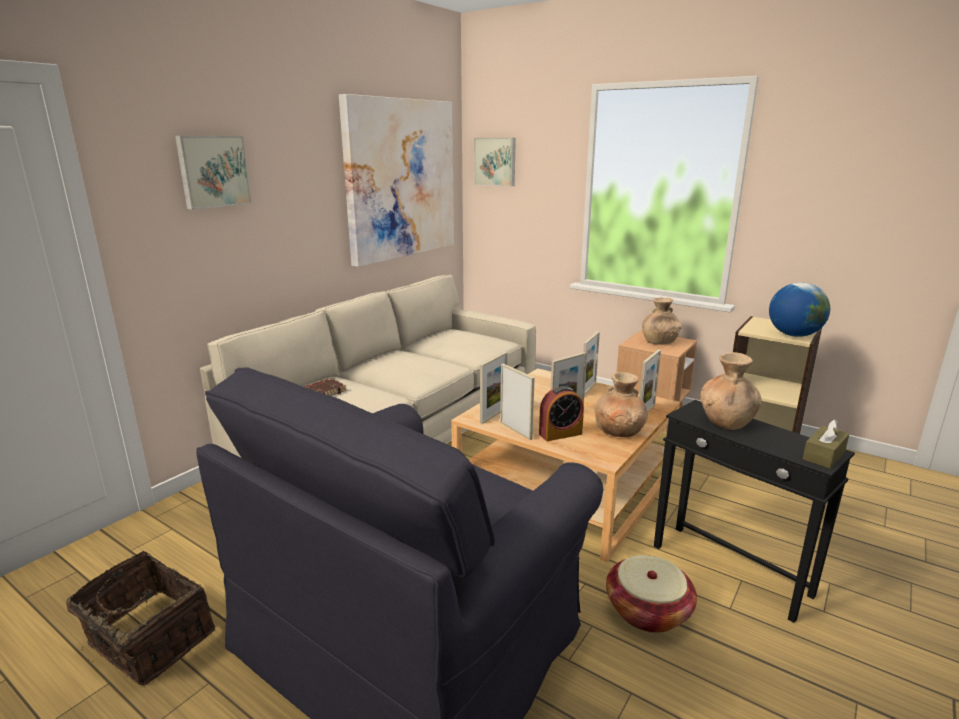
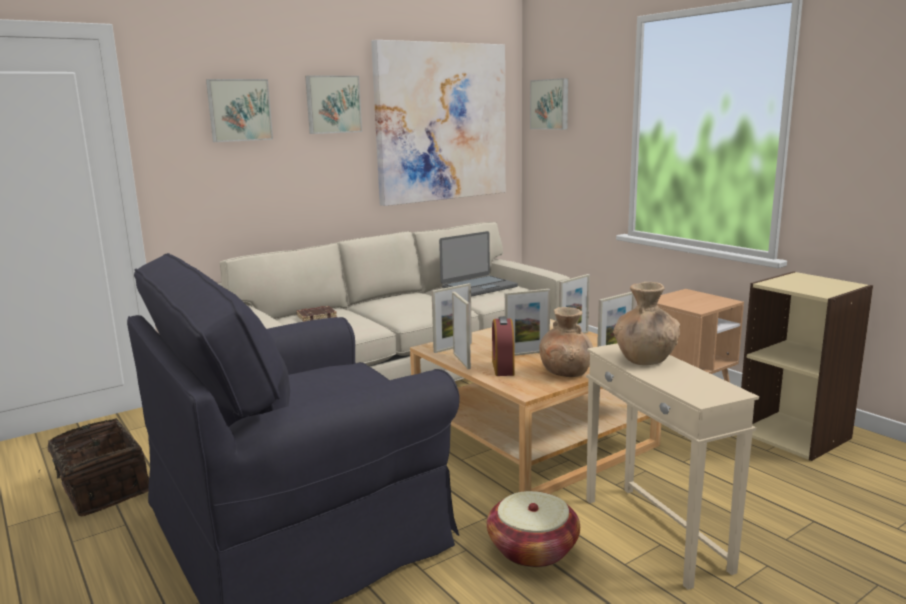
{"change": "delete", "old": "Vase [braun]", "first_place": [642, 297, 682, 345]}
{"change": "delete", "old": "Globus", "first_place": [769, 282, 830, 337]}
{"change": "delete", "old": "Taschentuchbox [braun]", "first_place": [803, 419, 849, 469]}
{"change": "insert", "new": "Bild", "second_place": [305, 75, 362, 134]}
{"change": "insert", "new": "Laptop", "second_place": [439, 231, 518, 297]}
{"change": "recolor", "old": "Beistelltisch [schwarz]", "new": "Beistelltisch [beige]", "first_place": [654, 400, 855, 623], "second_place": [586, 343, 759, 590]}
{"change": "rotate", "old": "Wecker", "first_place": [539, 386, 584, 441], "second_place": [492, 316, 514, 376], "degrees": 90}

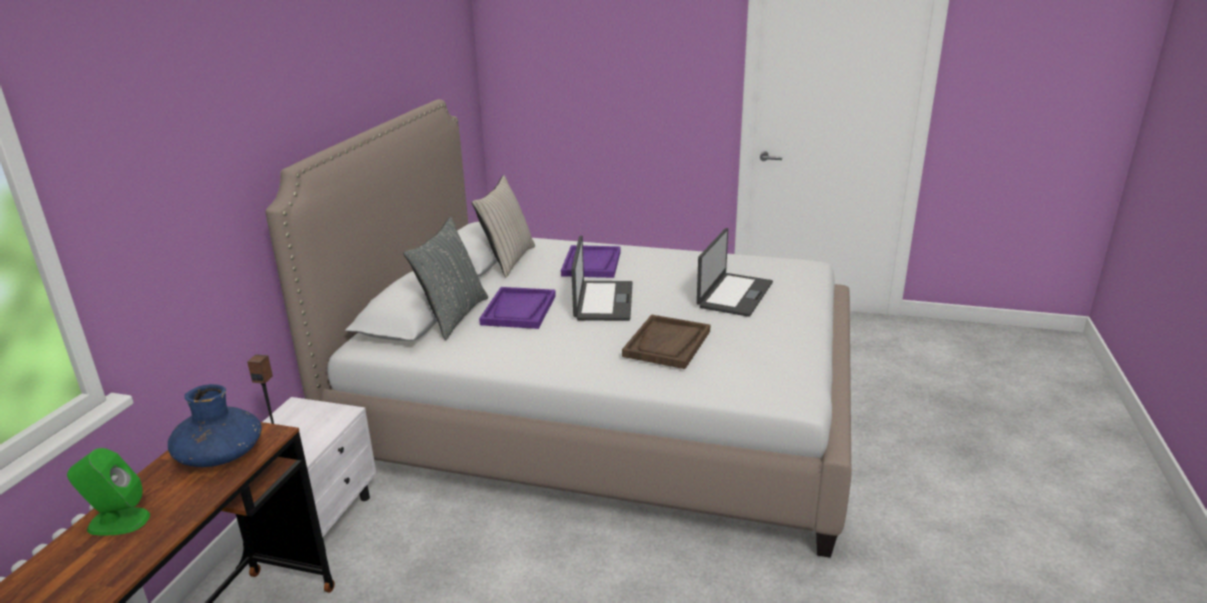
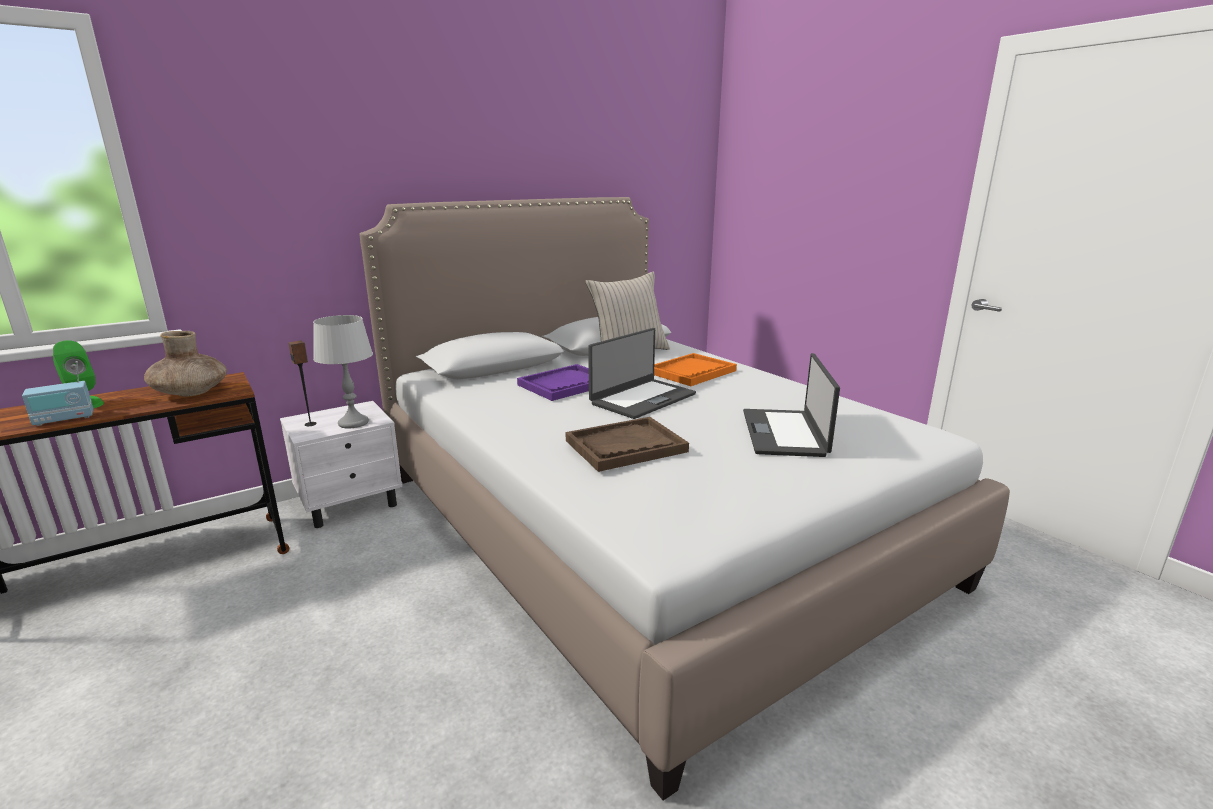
{"change": "delete", "old": "Kissen [grau]", "first_place": [403, 217, 488, 340]}
{"change": "insert", "new": "Radio", "second_place": [22, 361, 94, 426]}
{"change": "insert", "new": "Tischlampe [grau]", "second_place": [313, 315, 373, 429]}
{"change": "recolor", "old": "Vase [blau]", "new": "Vase [braun]", "first_place": [168, 384, 262, 467], "second_place": [144, 331, 227, 397]}
{"change": "recolor", "old": "Tablett [lila]", "new": "Tablett [orange]", "first_place": [561, 245, 621, 278], "second_place": [654, 353, 737, 386]}
{"change": "rotate", "old": "Laptop", "first_place": [697, 228, 773, 317], "second_place": [743, 353, 840, 457], "degrees": 120}

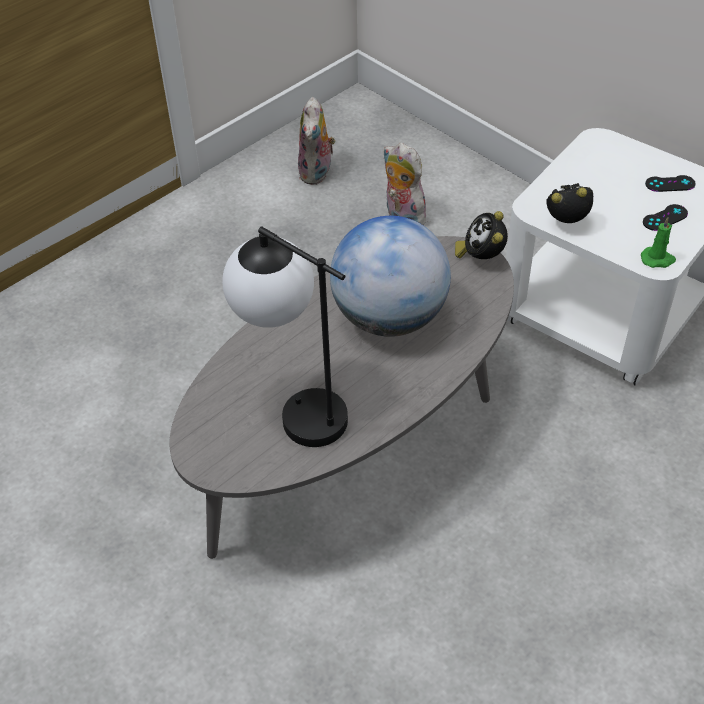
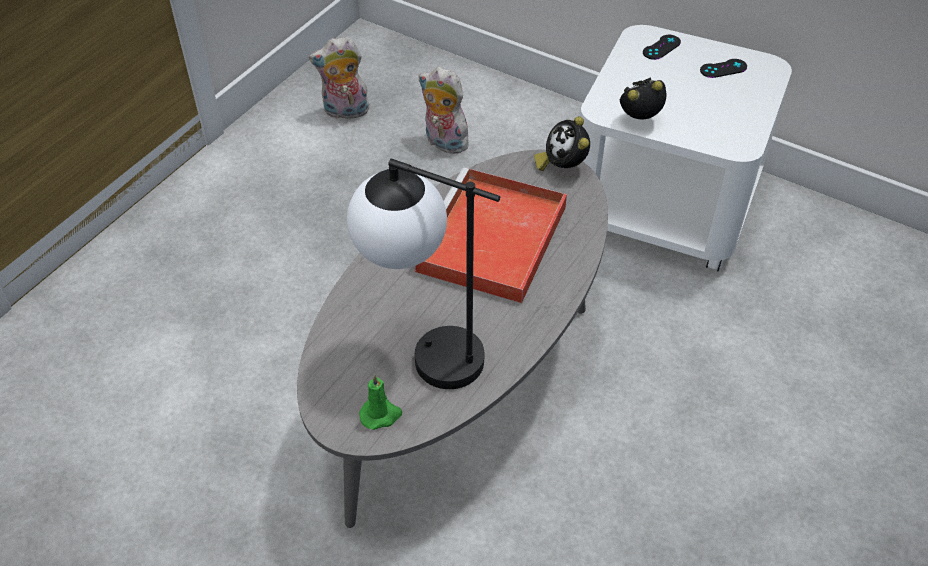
{"change": "move", "old": "Kerze [grün]", "first_place": [641, 217, 676, 268], "second_place": [359, 375, 402, 430]}
{"change": "move", "old": "Gamepad [schwarz]", "first_place": [643, 204, 688, 231], "second_place": [643, 35, 681, 60]}
{"change": "replace", "old": "Globus", "new": "Tablett [rot]", "first_place": [330, 216, 451, 337], "second_place": [414, 168, 567, 303]}
{"change": "rotate", "old": "Plüschtier", "first_place": [298, 97, 336, 185], "second_place": [309, 37, 370, 119], "degrees": 90}

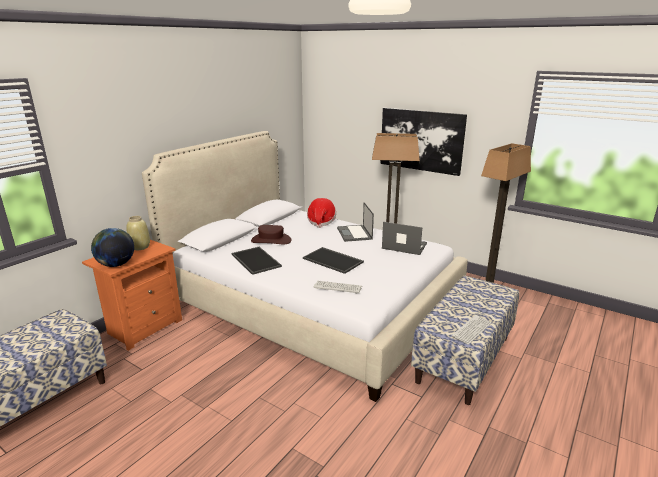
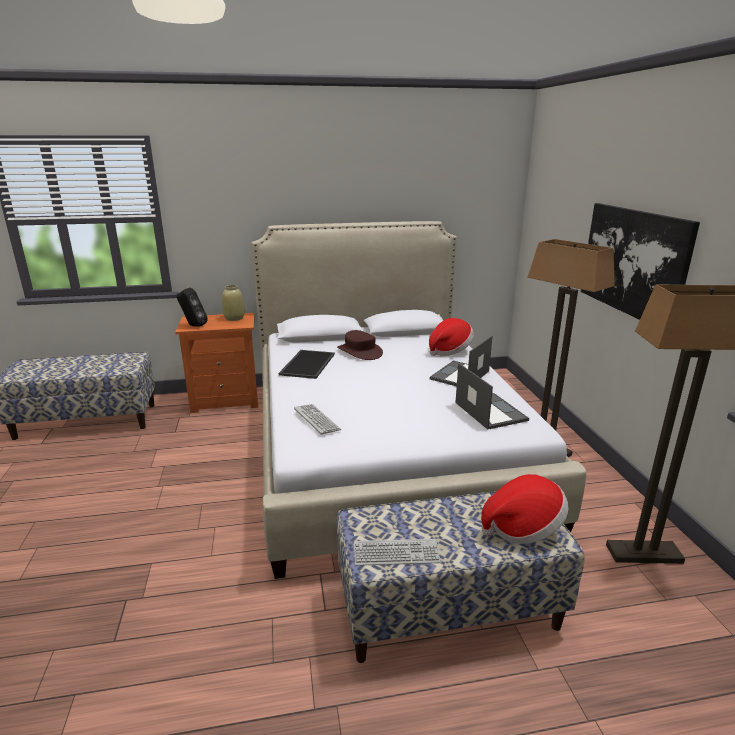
{"change": "delete", "old": "Tablett", "first_place": [303, 247, 364, 274]}
{"change": "insert", "new": "Hut", "second_place": [481, 474, 569, 544]}
{"change": "replace", "old": "Globus", "new": "Lautsprecher [schwarz]", "first_place": [91, 228, 134, 267], "second_place": [177, 288, 208, 327]}

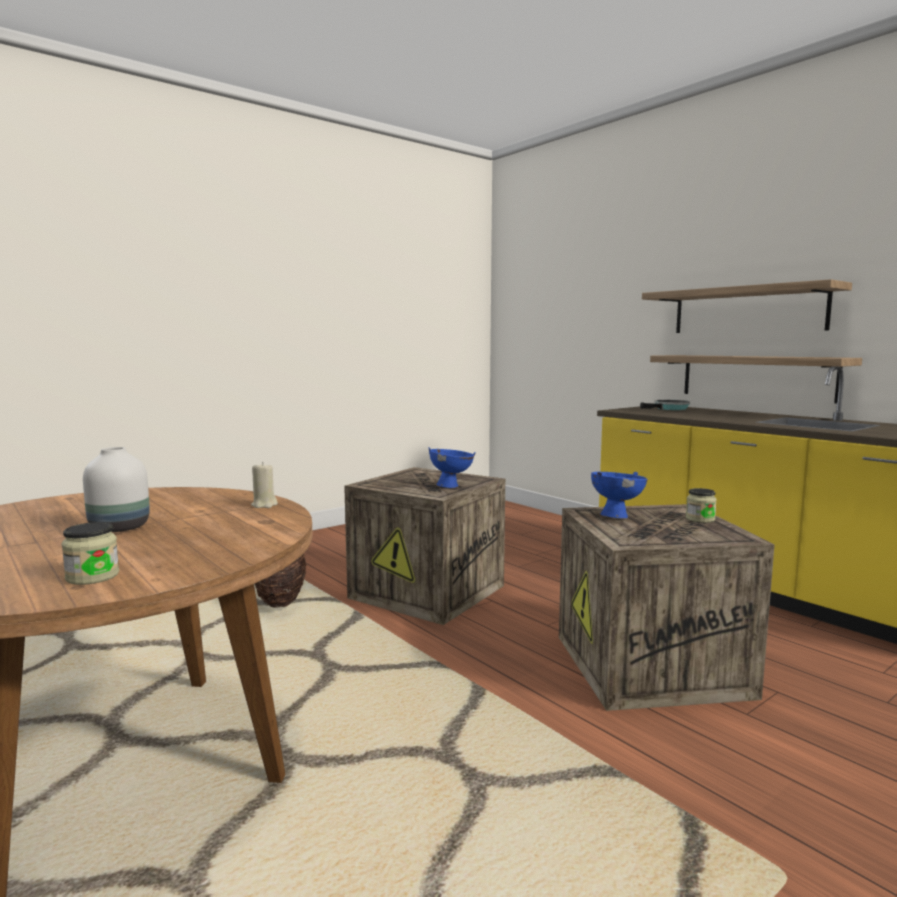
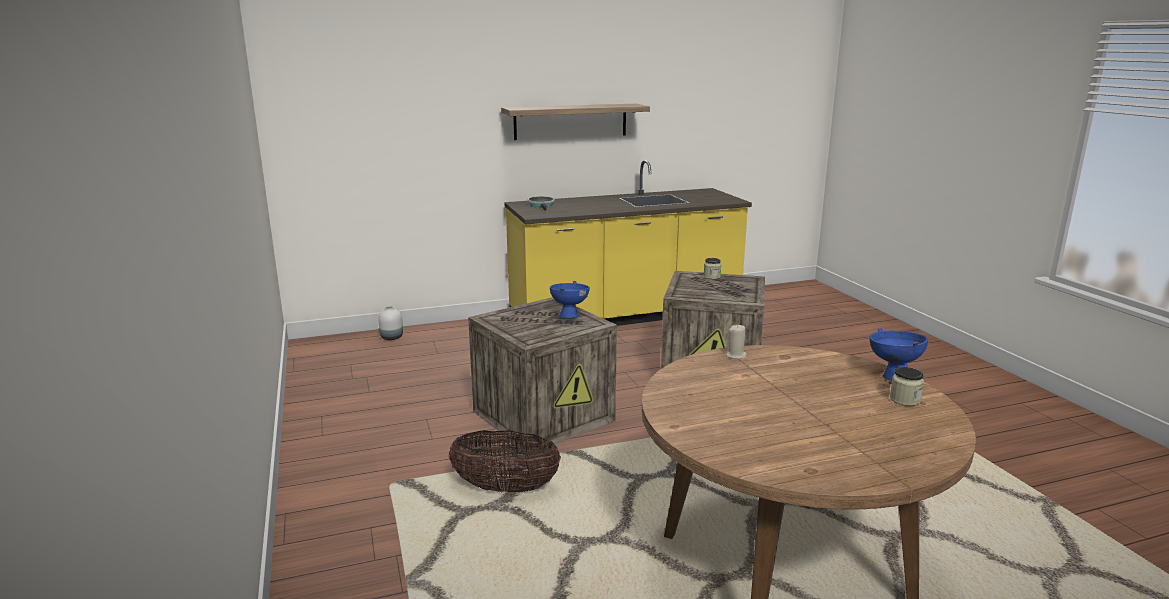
{"change": "delete", "old": "Wandregal", "first_place": [650, 355, 862, 403]}
{"change": "move", "old": "Vase [weiß]", "first_place": [83, 447, 150, 532], "second_place": [378, 306, 403, 340]}
{"change": "move", "old": "Schüssel [blau]", "first_place": [591, 472, 648, 518], "second_place": [870, 328, 928, 381]}

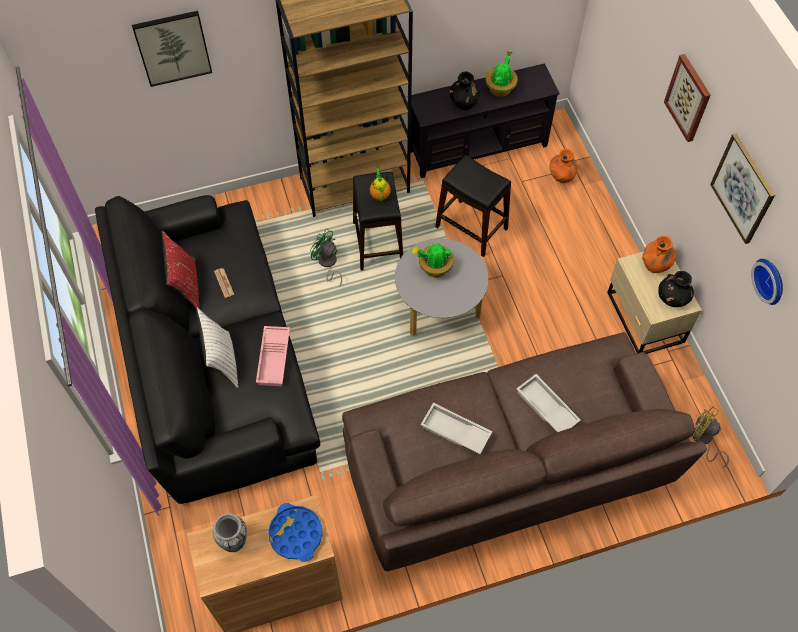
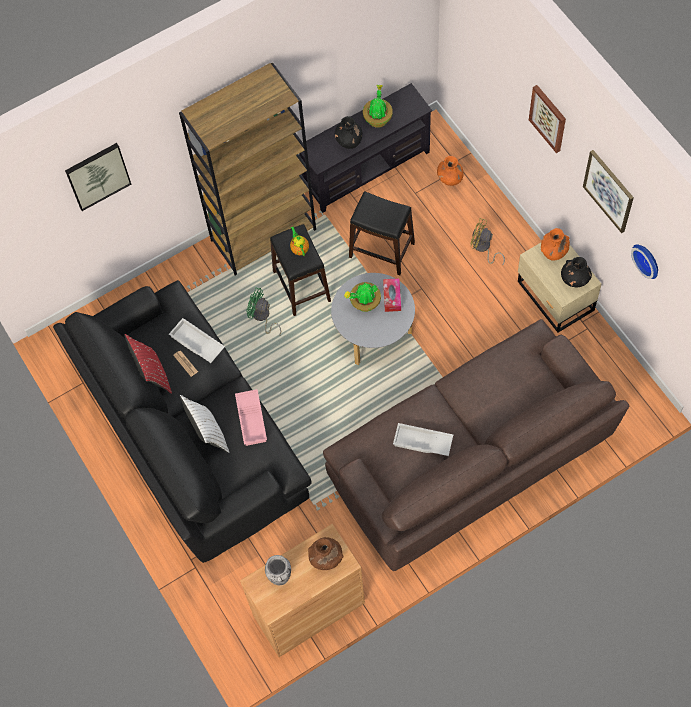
{"change": "insert", "new": "Taschentuchbox", "second_place": [383, 278, 401, 312]}
{"change": "move", "old": "Tablett [weiß]", "first_place": [516, 374, 581, 432], "second_place": [169, 318, 225, 363]}
{"change": "move", "old": "Ventilator [gelb]", "first_place": [691, 405, 729, 468], "second_place": [470, 218, 505, 266]}
{"change": "replace", "old": "Tablett [blau]", "new": "Vase [braun]", "first_place": [268, 503, 323, 562], "second_place": [308, 537, 344, 570]}

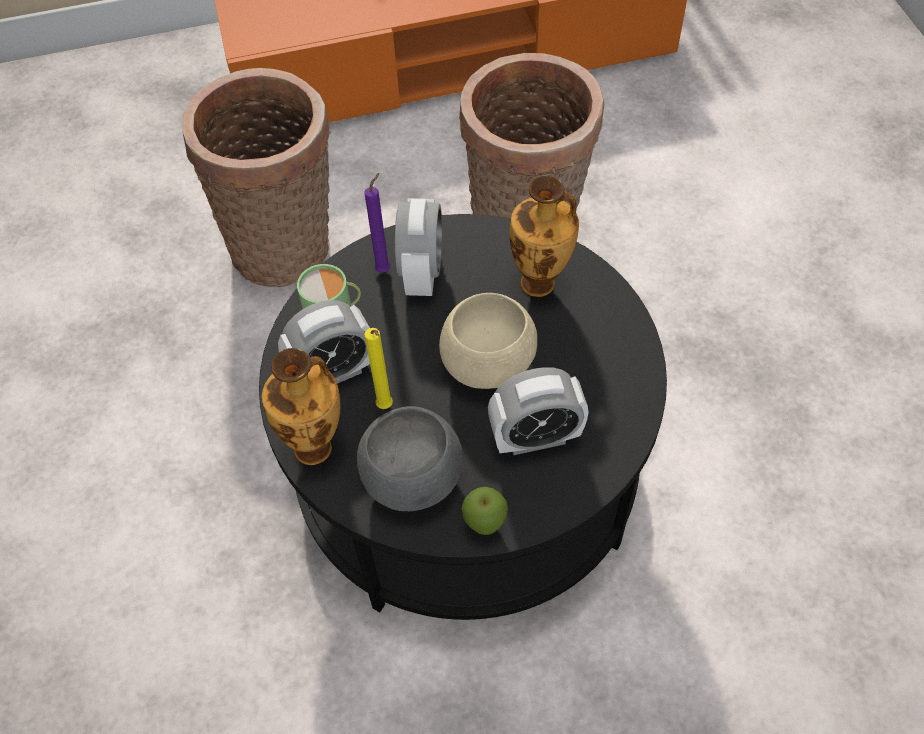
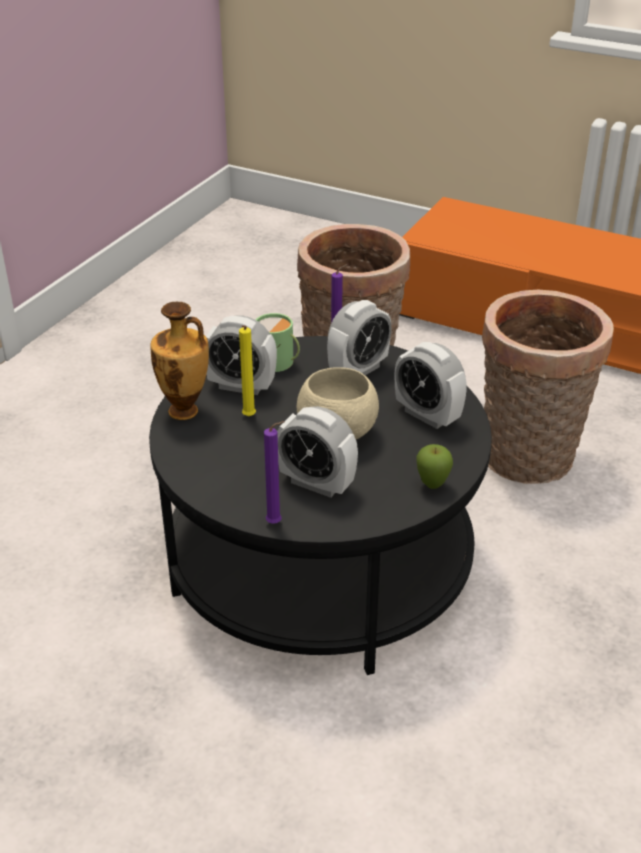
{"change": "delete", "old": "Schüssel [grau]", "first_place": [357, 406, 463, 511]}
{"change": "insert", "new": "Kerze [lila]", "second_place": [264, 421, 285, 524]}
{"change": "move", "old": "Apfel", "first_place": [461, 487, 508, 535], "second_place": [416, 444, 453, 489]}
{"change": "replace", "old": "Vase", "new": "Wecker", "first_place": [509, 176, 579, 297], "second_place": [395, 342, 467, 429]}

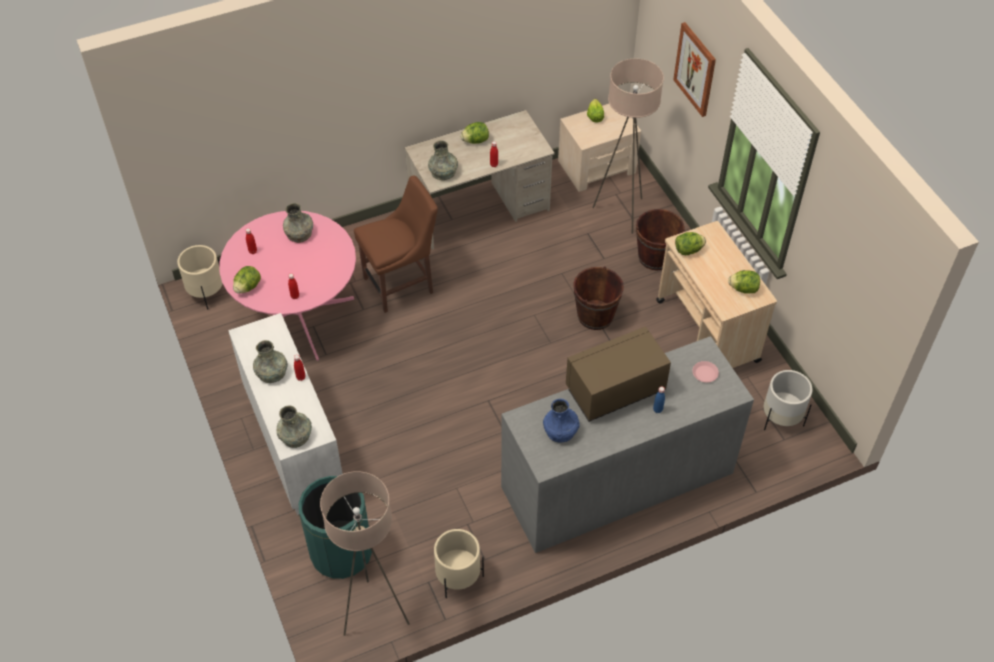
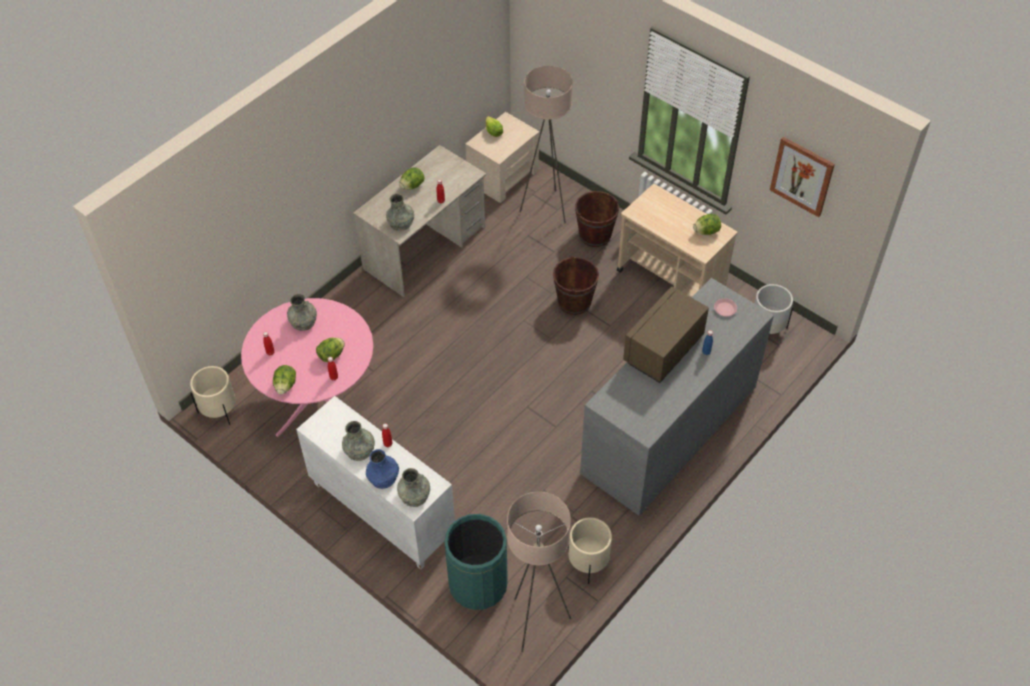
{"change": "delete", "old": "Stuhl [braun]", "first_place": [354, 175, 438, 313]}
{"change": "move", "old": "Vase [blau]", "first_place": [543, 399, 580, 443], "second_place": [366, 449, 399, 489]}
{"change": "move", "old": "Bild", "first_place": [673, 22, 716, 117], "second_place": [770, 137, 835, 217]}
{"change": "move", "old": "Salatkopf", "first_place": [675, 232, 706, 255], "second_place": [316, 338, 345, 362]}

